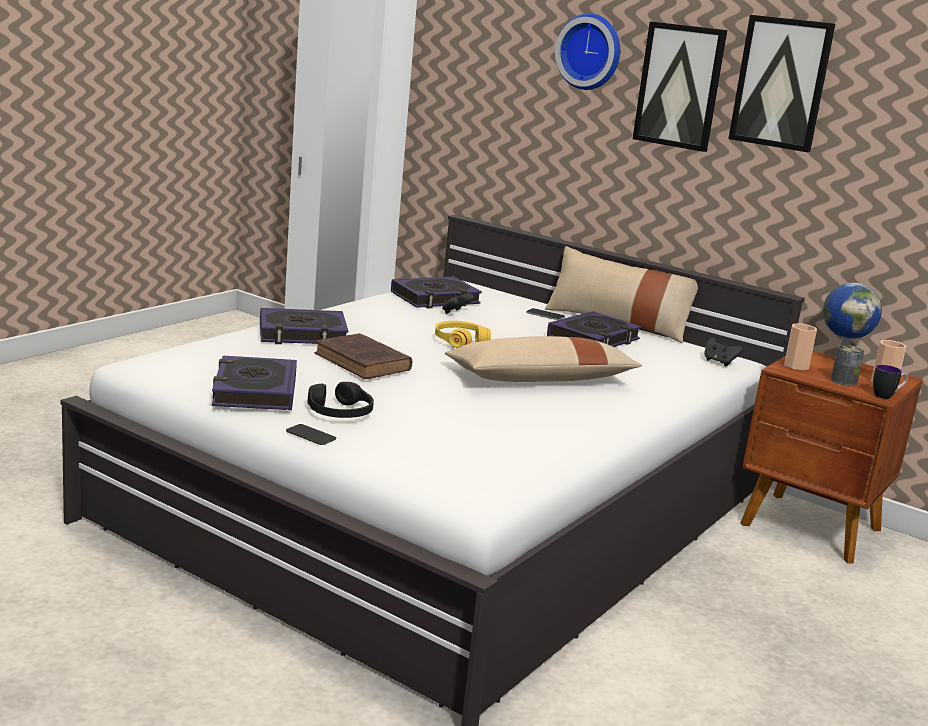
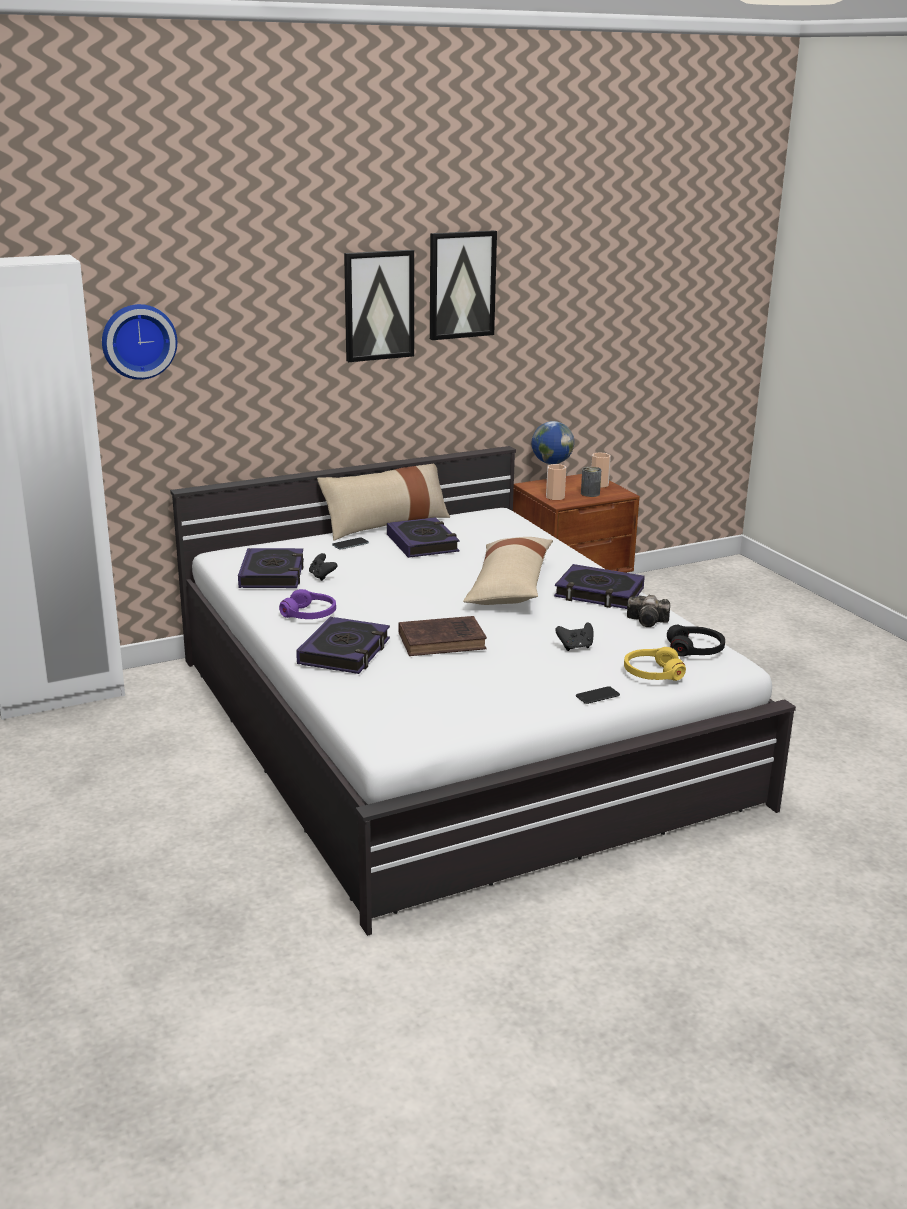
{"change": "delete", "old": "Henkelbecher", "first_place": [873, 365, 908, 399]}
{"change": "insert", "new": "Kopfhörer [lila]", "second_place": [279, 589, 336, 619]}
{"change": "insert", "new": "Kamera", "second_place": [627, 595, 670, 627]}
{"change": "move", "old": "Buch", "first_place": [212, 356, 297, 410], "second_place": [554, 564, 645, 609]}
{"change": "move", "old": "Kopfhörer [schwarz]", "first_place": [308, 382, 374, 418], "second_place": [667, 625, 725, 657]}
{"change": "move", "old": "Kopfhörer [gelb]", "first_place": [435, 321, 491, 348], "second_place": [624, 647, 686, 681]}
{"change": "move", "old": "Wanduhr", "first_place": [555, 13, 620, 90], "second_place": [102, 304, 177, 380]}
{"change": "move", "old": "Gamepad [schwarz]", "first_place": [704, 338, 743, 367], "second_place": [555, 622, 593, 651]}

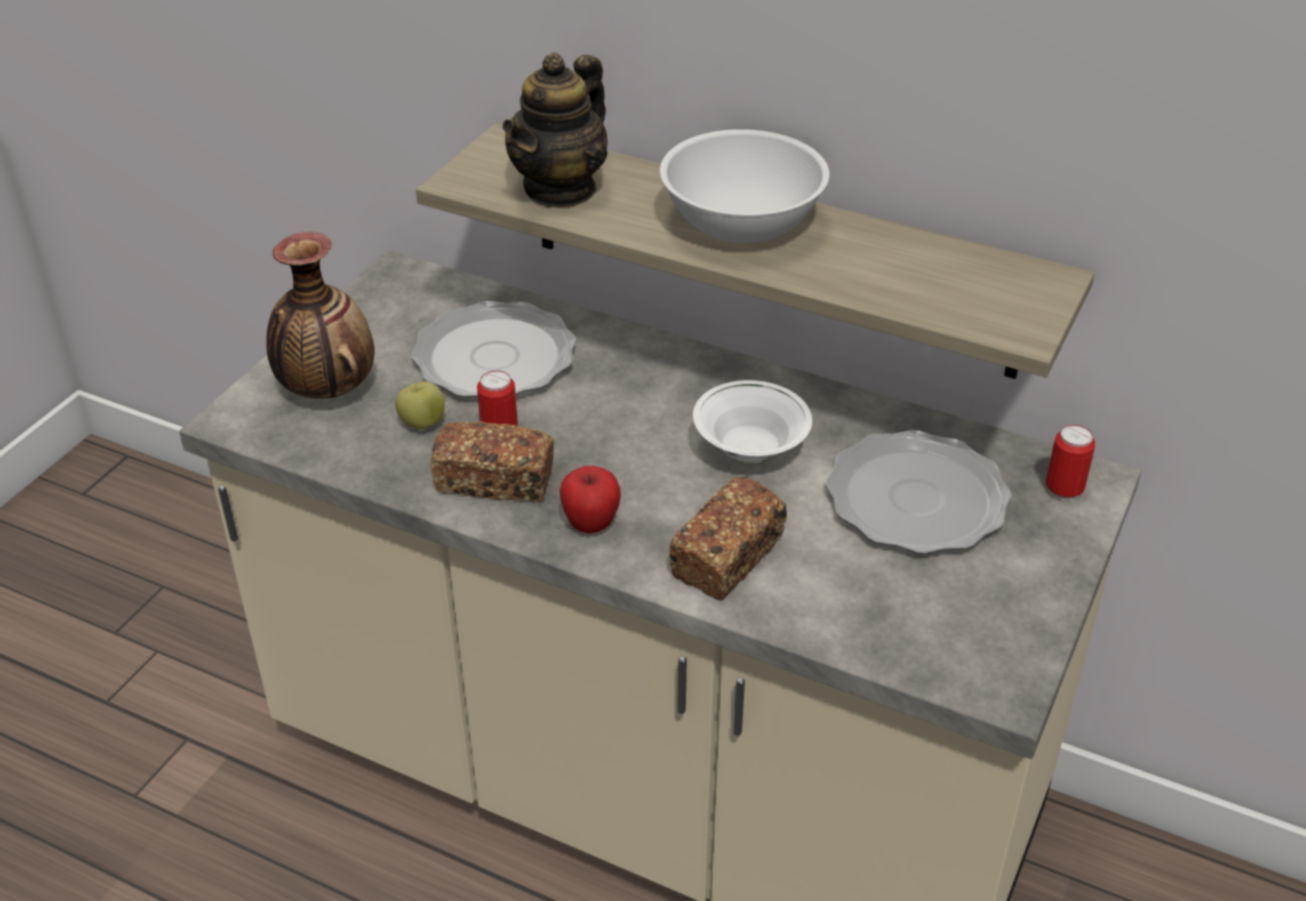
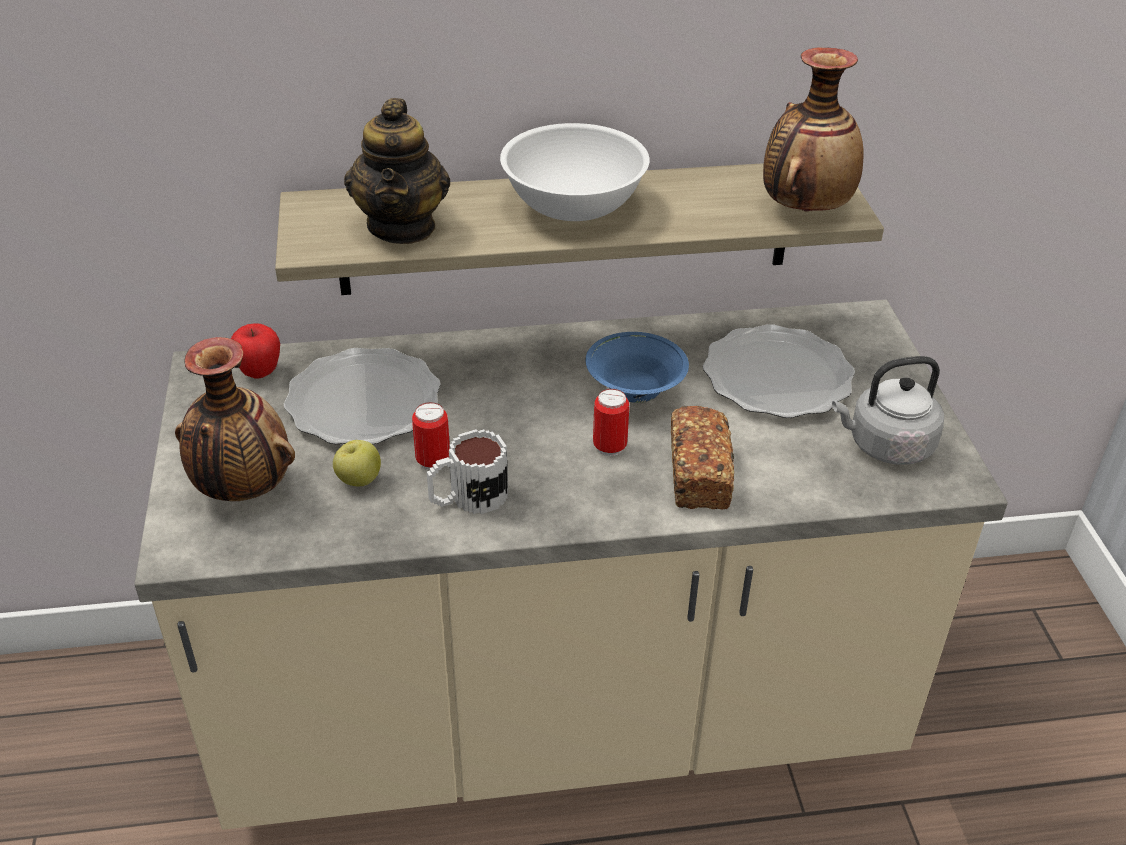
{"change": "insert", "new": "Vase", "second_place": [763, 48, 864, 212]}
{"change": "insert", "new": "Wasserkessel [grau]", "second_place": [832, 356, 944, 465]}
{"change": "move", "old": "Apfel", "first_place": [560, 466, 621, 533], "second_place": [231, 323, 280, 379]}
{"change": "move", "old": "Dose", "first_place": [1046, 425, 1095, 501], "second_place": [593, 389, 629, 456]}
{"change": "replace", "old": "Brot", "new": "Henkelbecher", "first_place": [431, 421, 554, 502], "second_place": [427, 429, 508, 514]}
{"change": "recolor", "old": "Schüssel [weiß]", "new": "Schüssel [blau]", "first_place": [693, 380, 812, 464], "second_place": [585, 332, 689, 403]}

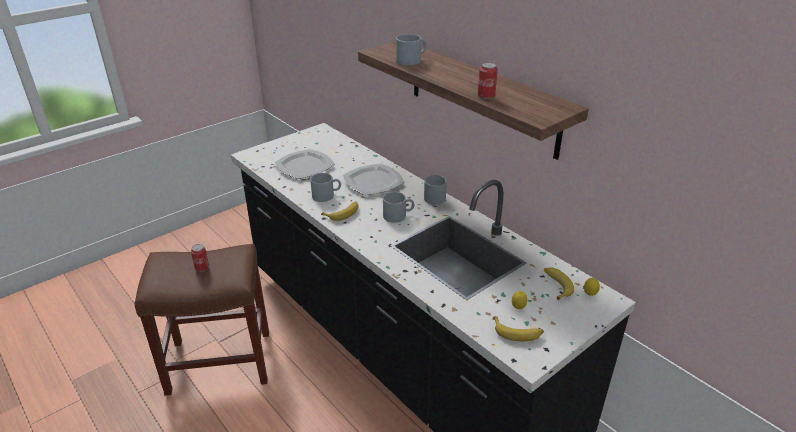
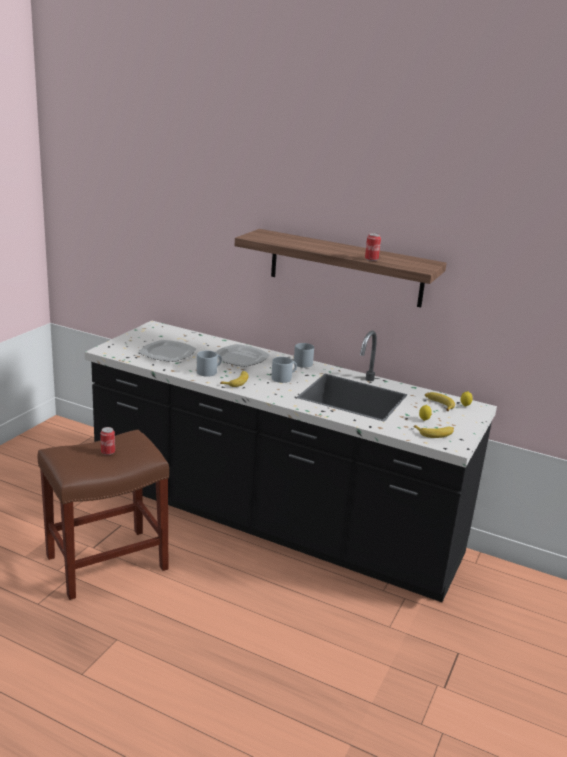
{"change": "delete", "old": "Henkelbecher [grau]", "first_place": [396, 34, 427, 66]}

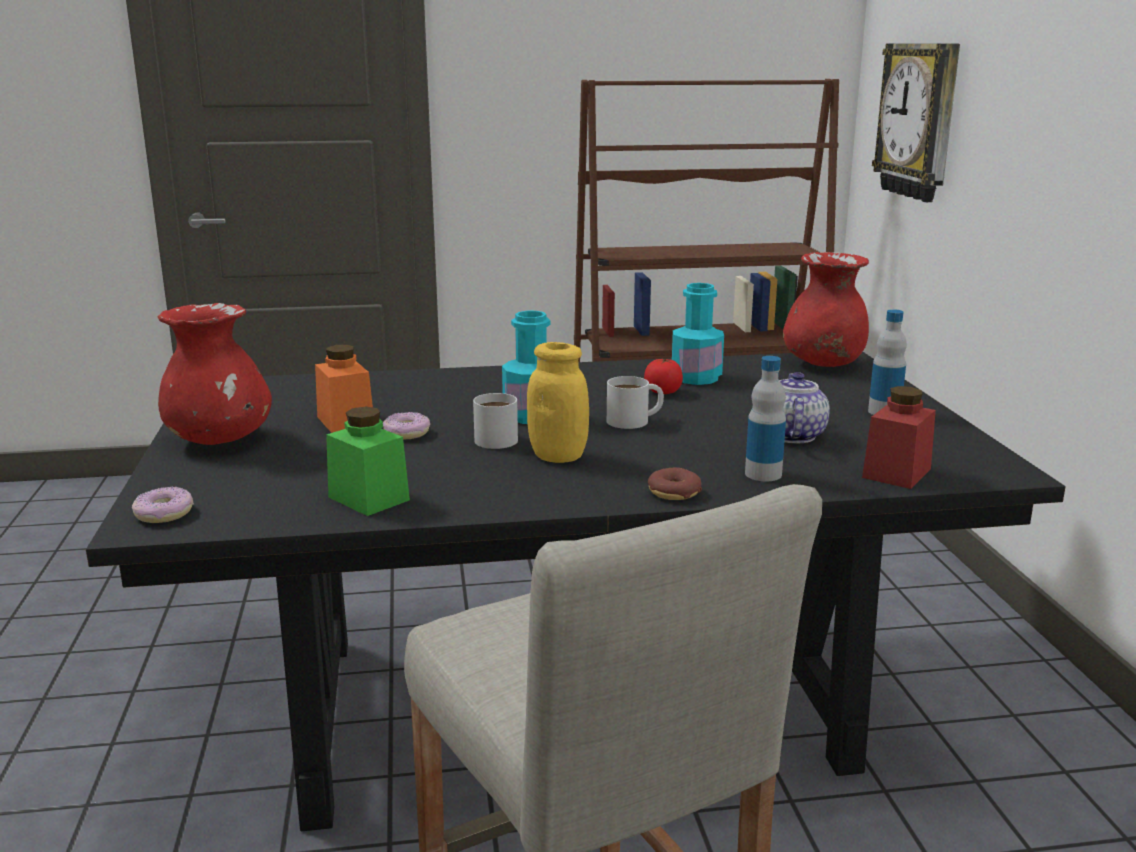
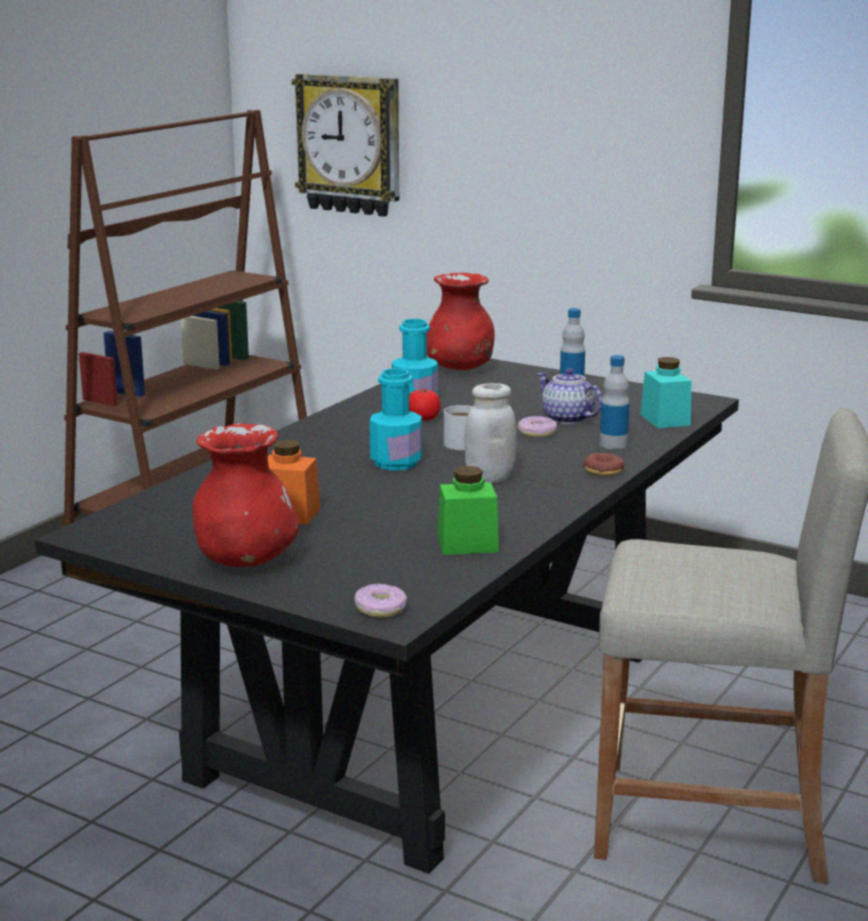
{"change": "delete", "old": "Henkelbecher [weiß]", "first_place": [473, 393, 518, 449]}
{"change": "move", "old": "Donut", "first_place": [383, 412, 430, 440], "second_place": [518, 416, 557, 438]}
{"change": "recolor", "old": "Vorratsglas [gelb]", "new": "Vorratsglas [weiß]", "first_place": [527, 342, 589, 463], "second_place": [465, 383, 517, 484]}
{"change": "recolor", "old": "Vorratsglas [rot]", "new": "Vorratsglas [türkis]", "first_place": [862, 386, 936, 489], "second_place": [640, 357, 691, 428]}

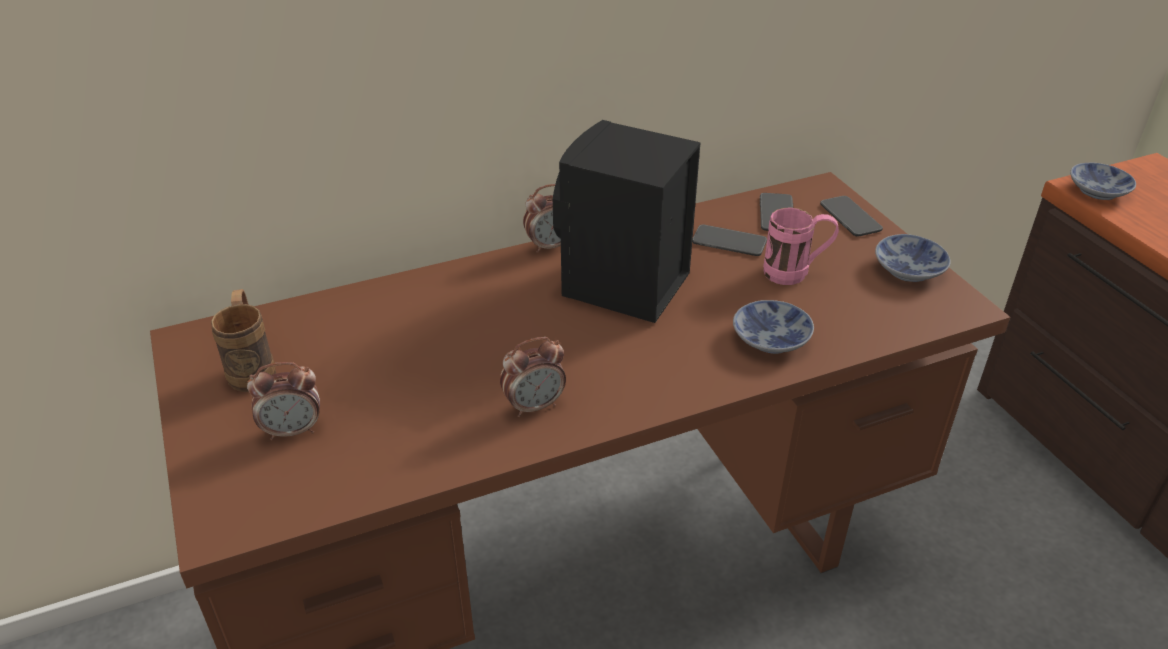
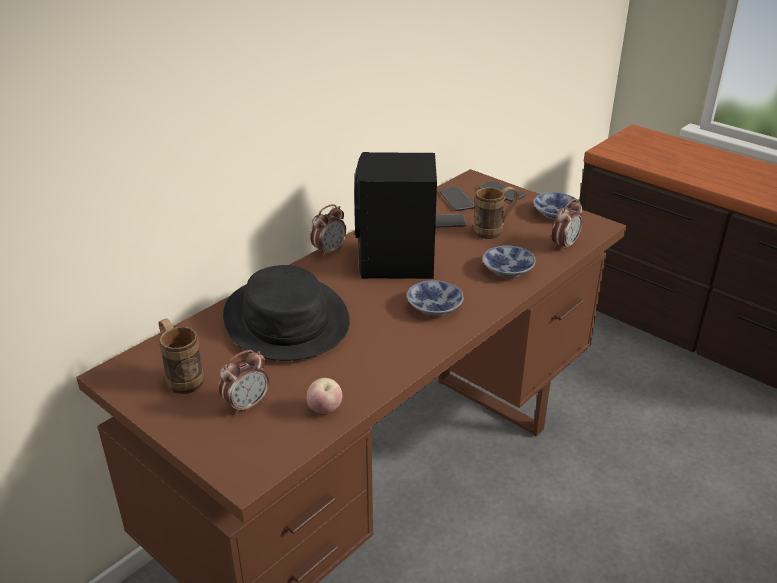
{"change": "insert", "new": "Hut [schwarz]", "second_place": [223, 265, 350, 361]}
{"change": "insert", "new": "Apfel", "second_place": [306, 378, 342, 414]}
{"change": "move", "old": "Wecker", "first_place": [500, 337, 566, 417], "second_place": [552, 199, 583, 251]}
{"change": "move", "old": "Schüssel", "first_place": [1070, 163, 1136, 200], "second_place": [407, 280, 464, 316]}
{"change": "recolor", "old": "Henkelbecher [rosa]", "new": "Henkelbecher [braun]", "first_place": [763, 207, 839, 285], "second_place": [473, 187, 519, 239]}

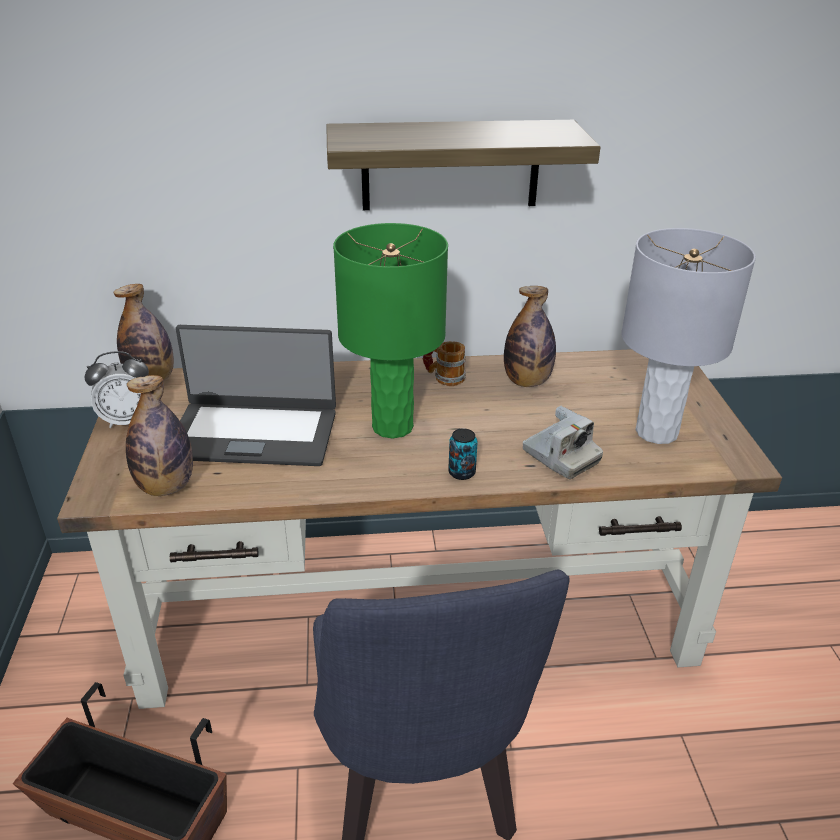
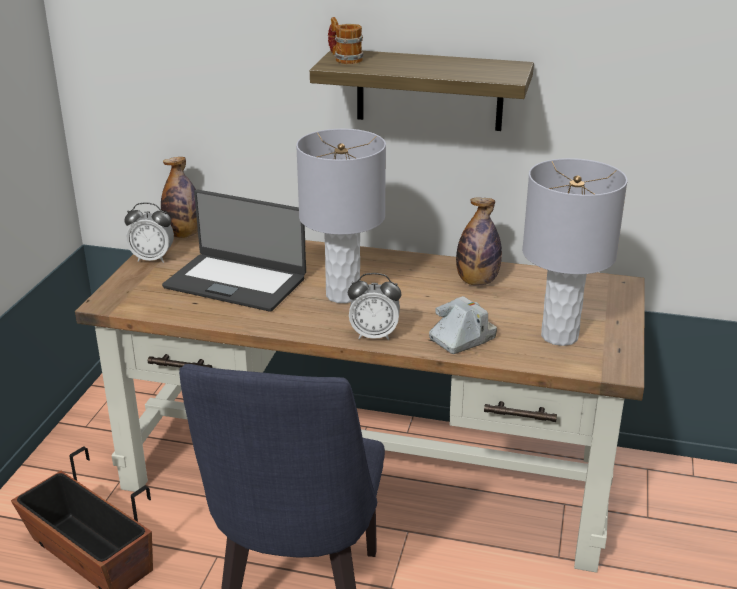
{"change": "delete", "old": "Flasche", "first_place": [126, 375, 193, 496]}
{"change": "move", "old": "Henkelbecher", "first_place": [423, 341, 466, 386], "second_place": [328, 17, 364, 64]}
{"change": "replace", "old": "Dose", "new": "Wecker", "first_place": [448, 428, 478, 480], "second_place": [348, 273, 401, 340]}
{"change": "recolor", "old": "Tischlampe [grün]", "new": "Tischlampe [grau]", "first_place": [333, 223, 448, 438], "second_place": [296, 129, 386, 303]}
{"change": "rotate", "old": "Kamera", "first_place": [523, 406, 603, 479], "second_place": [429, 296, 497, 354], "degrees": -105}

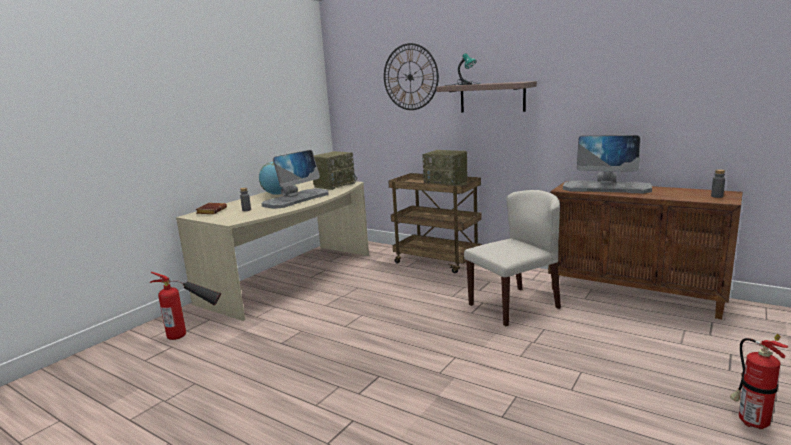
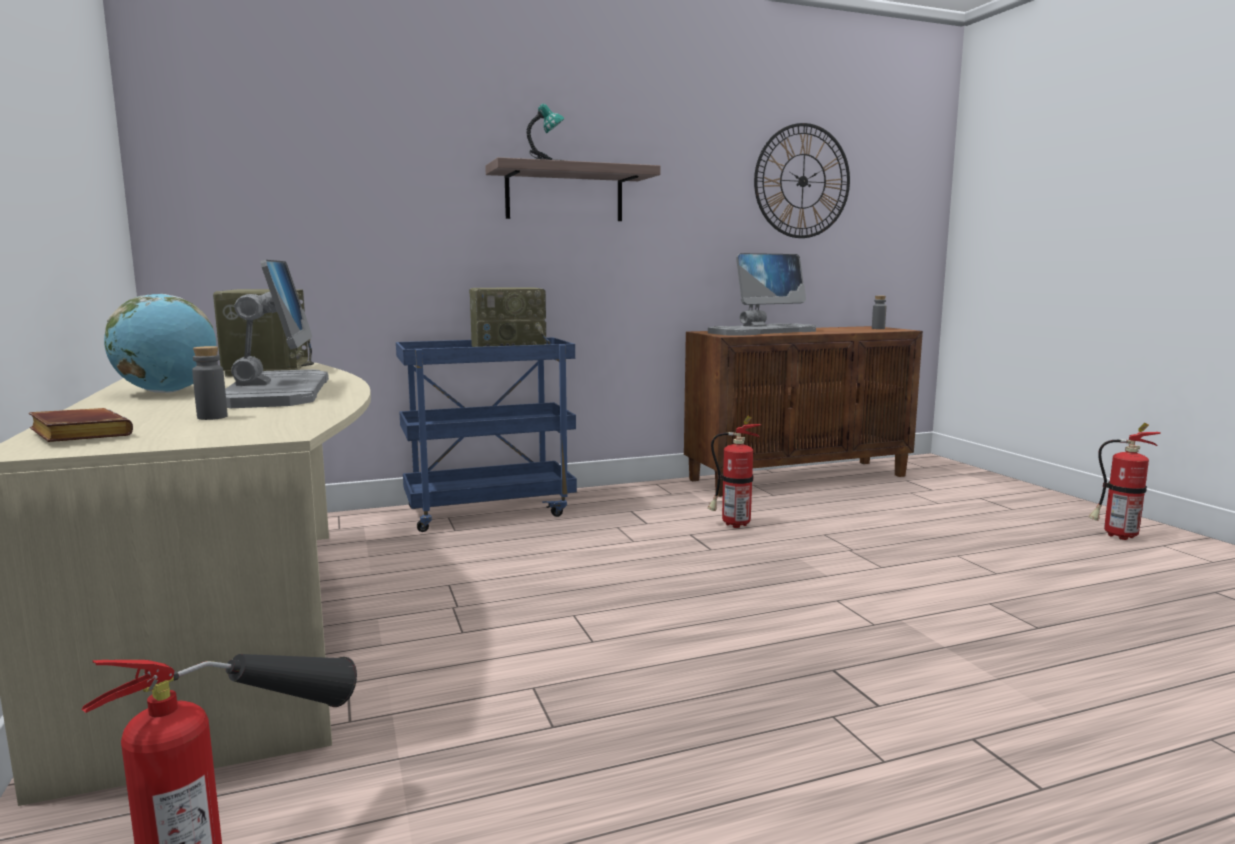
{"change": "move", "old": "Wanduhr", "first_place": [384, 43, 439, 110], "second_place": [754, 123, 850, 238]}
{"change": "replace", "old": "Stuhl [beige]", "new": "Feuerlöscher", "first_place": [464, 190, 561, 326], "second_place": [708, 416, 761, 528]}
{"change": "recolor", "old": "Rollwagen [braun]", "new": "Rollwagen [blau]", "first_place": [388, 173, 482, 274], "second_place": [396, 337, 577, 532]}

